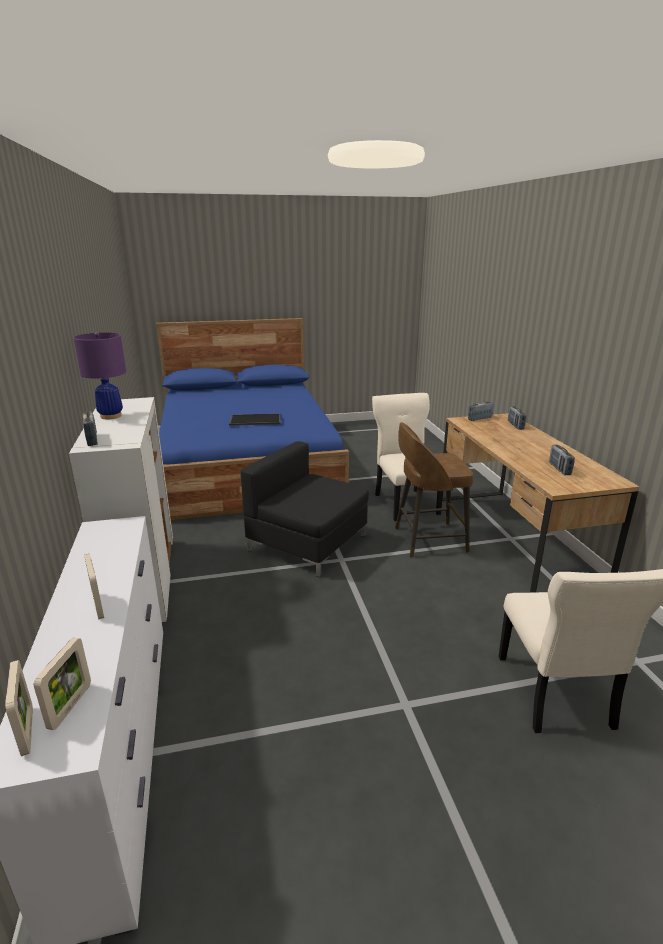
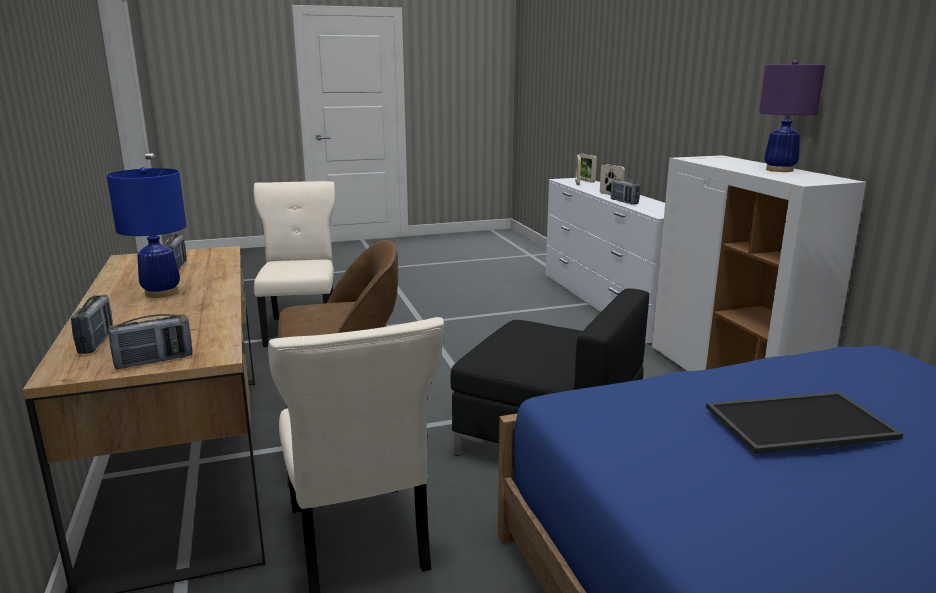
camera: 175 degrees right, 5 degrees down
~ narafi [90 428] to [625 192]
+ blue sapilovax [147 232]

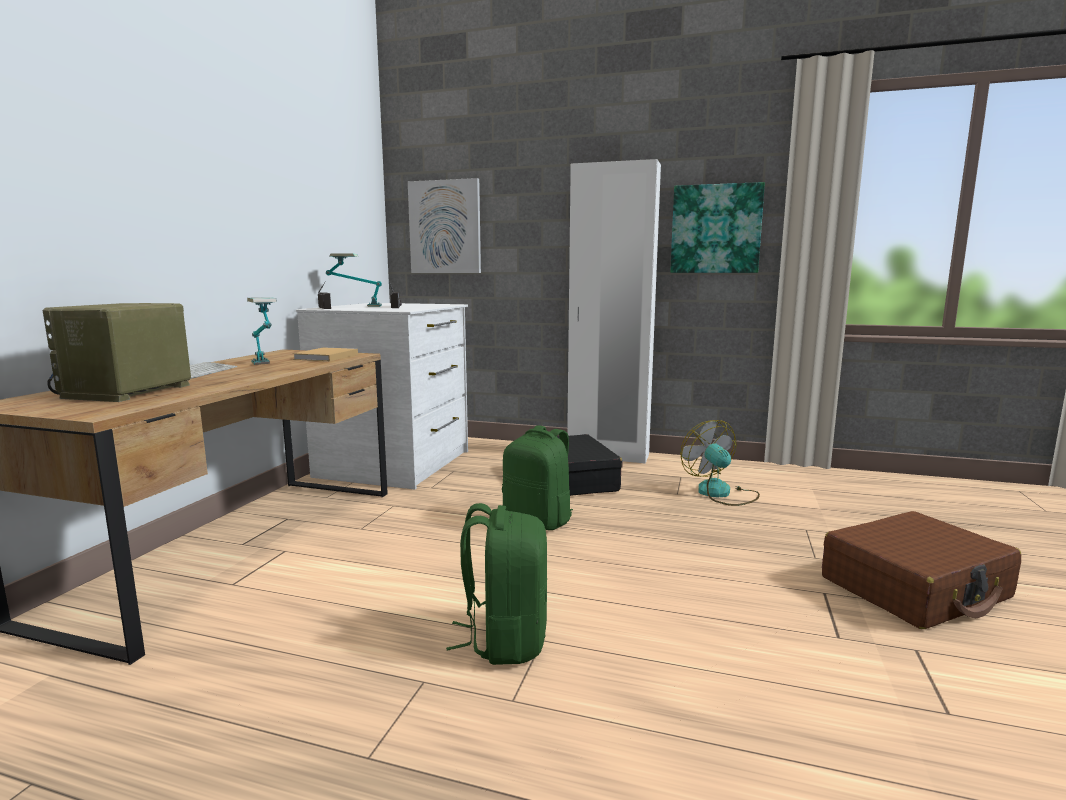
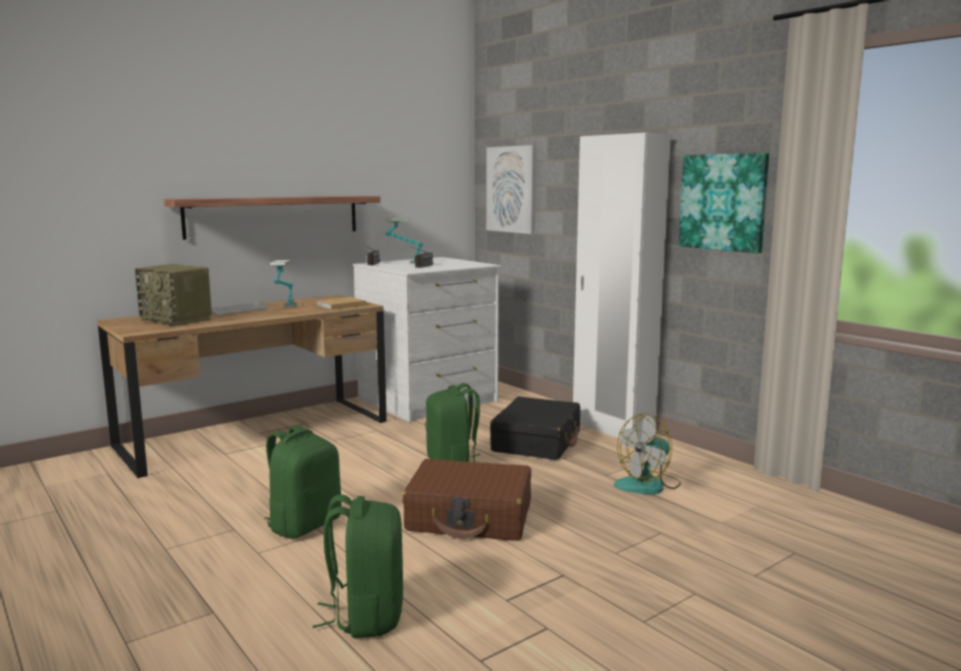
camera: 35 degrees right, 0 degrees up
~ narafi [117 352] = [173 295] 105 degrees counterclockwise
~ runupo [720 463] = [647 453] 135 degrees counterclockwise
~ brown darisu [921 570] to [466 500]
+ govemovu [272 218]
+ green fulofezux [358 566]

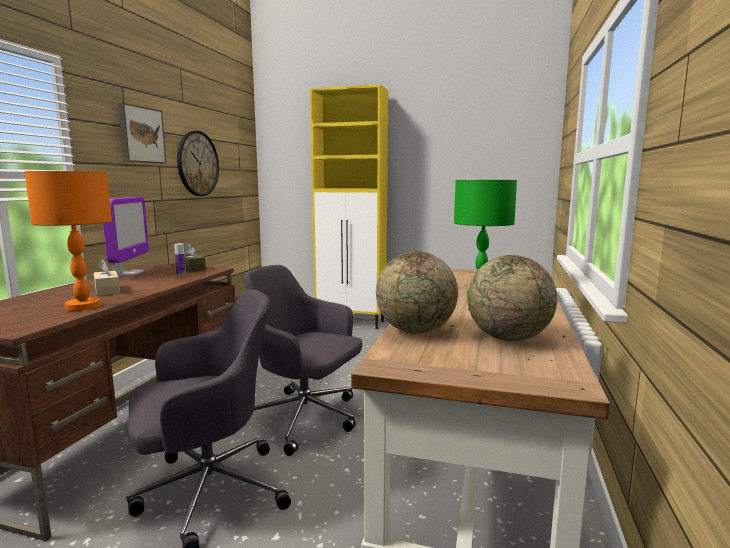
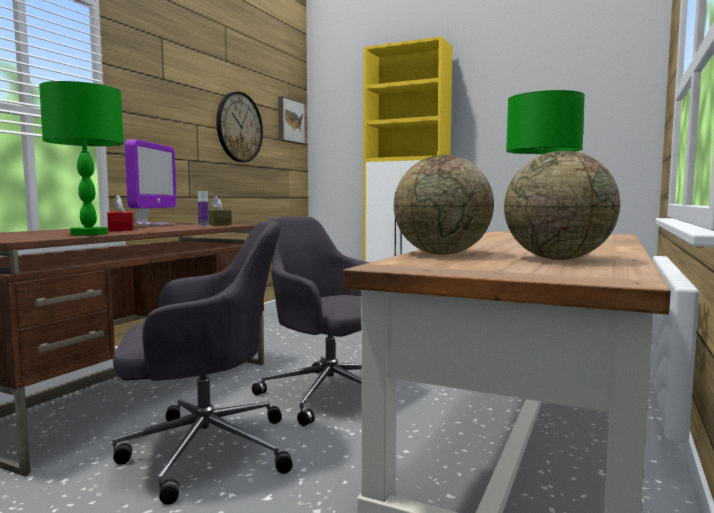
camera: 10 degrees right, 5 degrees down
~ orange sapilovax [68 241] to green sapilovax [81 158]
~ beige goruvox [107 277] to red goruvox [120 213]
~ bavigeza [142 133] to [292 120]

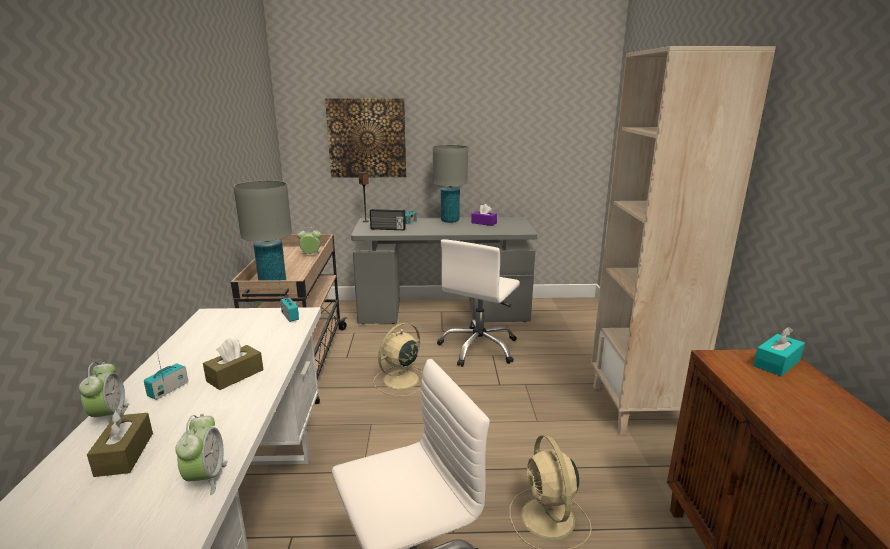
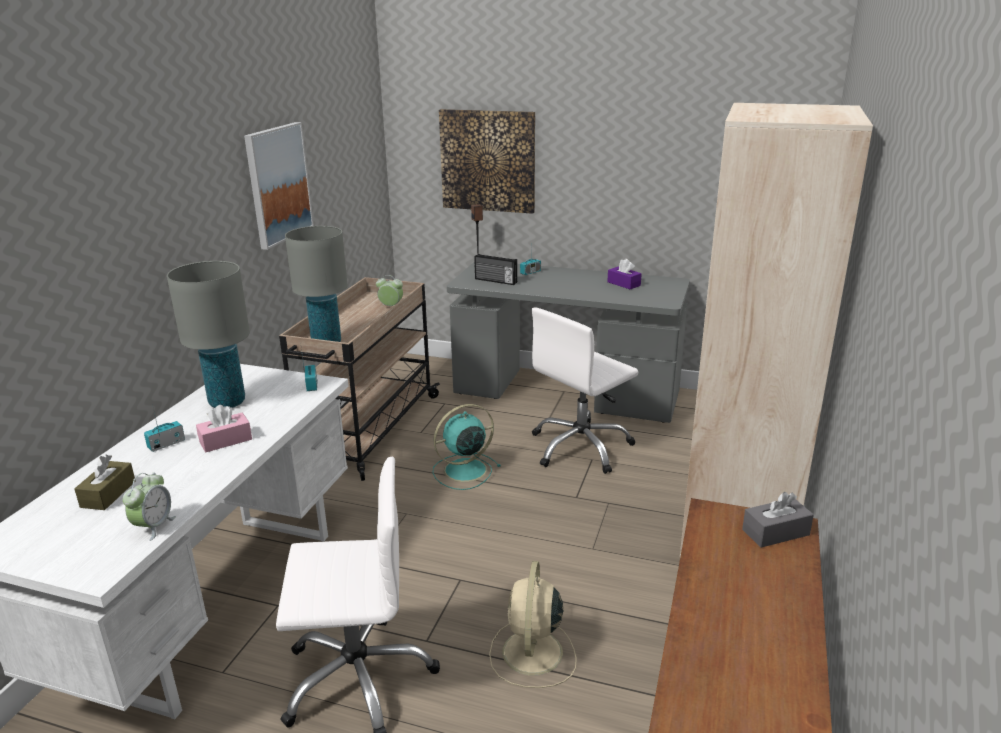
camera: 20 degrees right, 5 degrees up
- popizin [104 390]
~ brown goruvox [233 364] to pink goruvox [224 428]
~ beige runupo [398 359] to turquoise runupo [466 447]
~ grey sapilovax [450 184] to [208 334]
~ turquoise goruvox [779 351] to grey goruvox [778 520]
+ bavigeza [279 186]

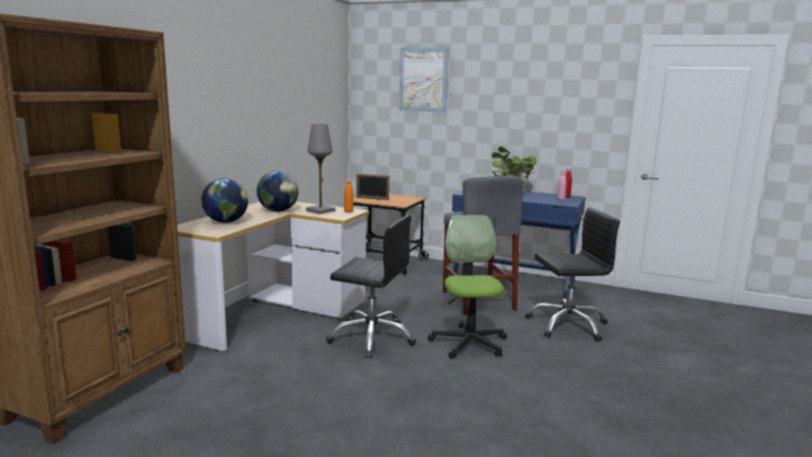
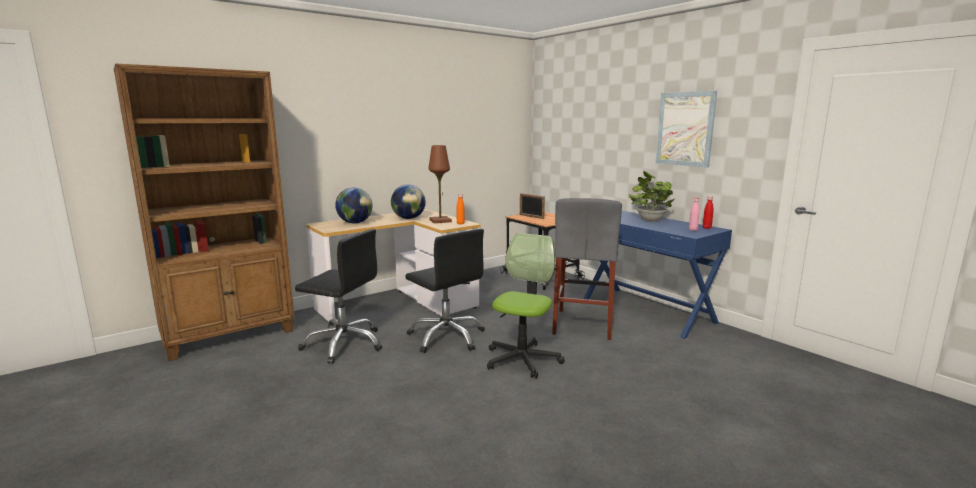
camera: 30 degrees right, 0 degrees up
~ grey sapilovax [320 169] to brown sapilovax [440 184]
~ bavigeza [424 79] to [686 129]
~ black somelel [572 274] to [338 296]

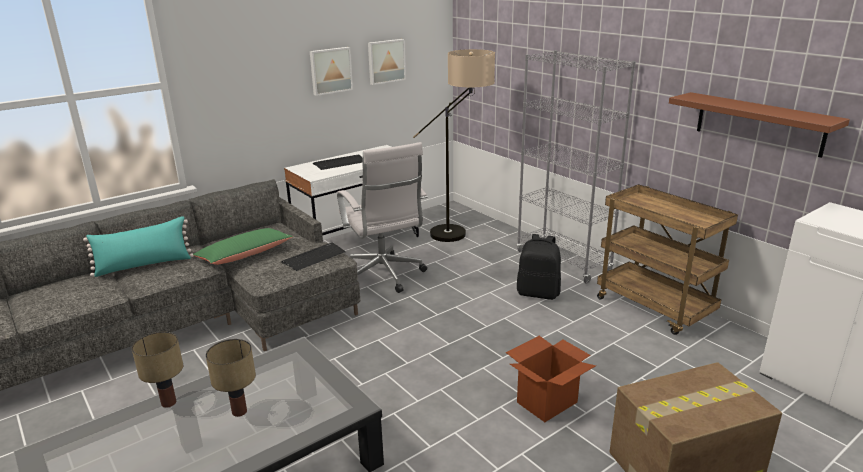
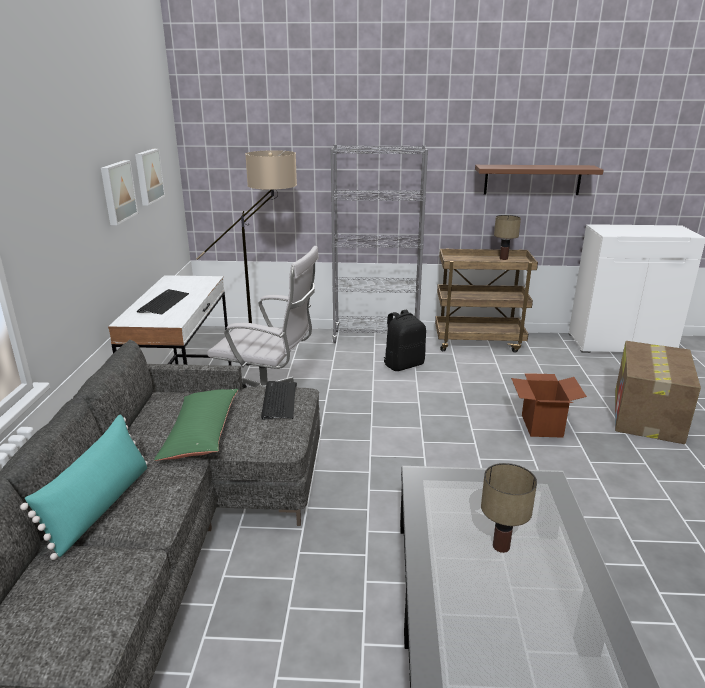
camera: 50 degrees left, 0 degrees up
~ sapilovax [157 370] to [507 237]

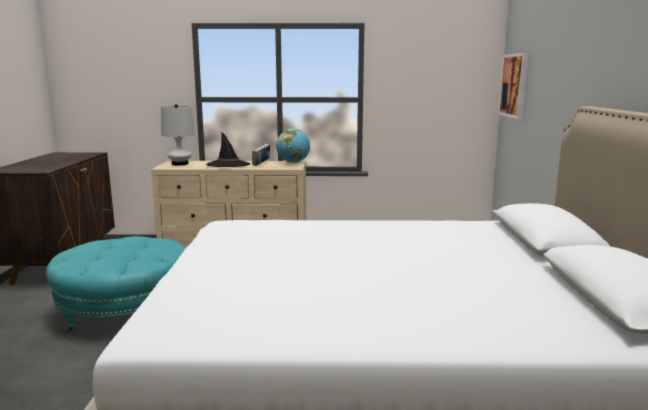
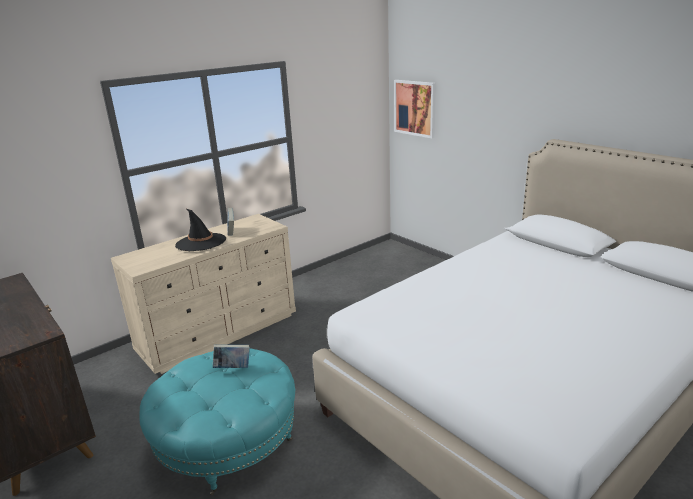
camera: 40 degrees left, 10 degrees up
- white sapilovax [178 134]
- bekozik [293 145]
+ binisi [231 356]

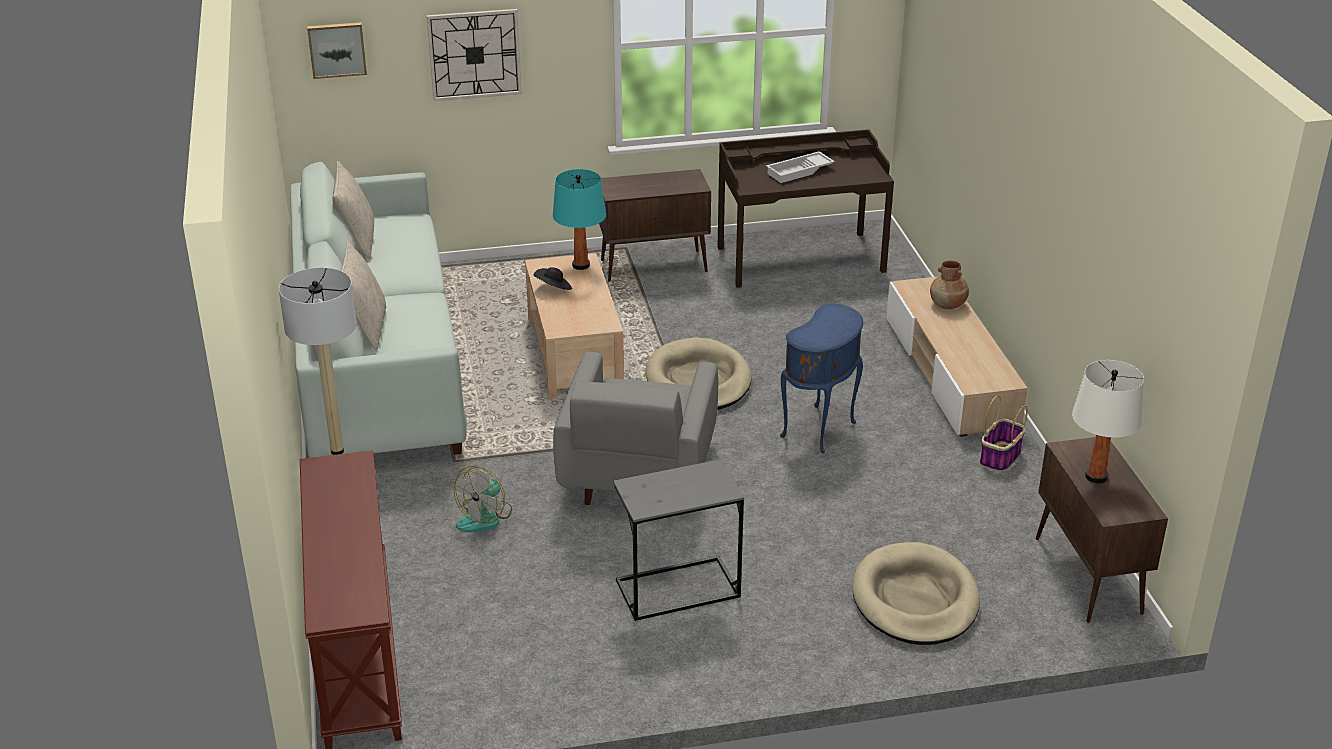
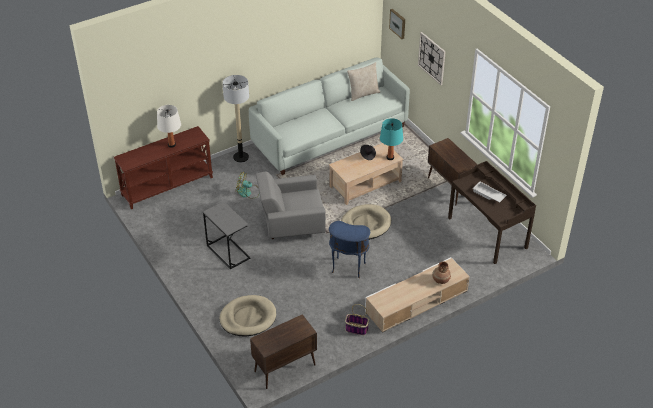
camera: 70 degrees right, 10 degrees up
- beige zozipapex [363 296]
~ white sapilovax [1108 421] to [169 126]

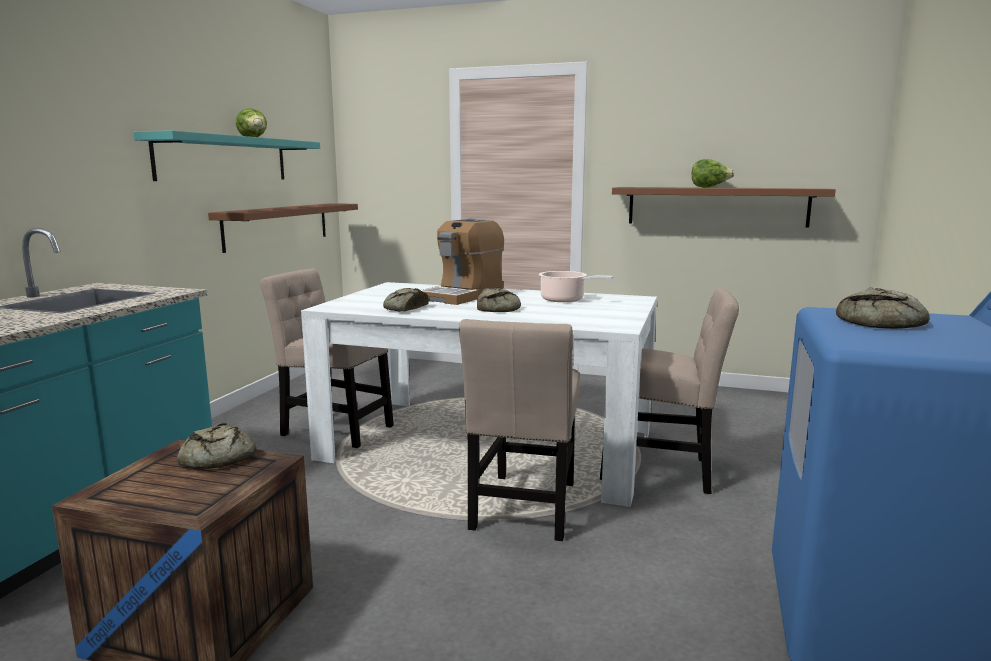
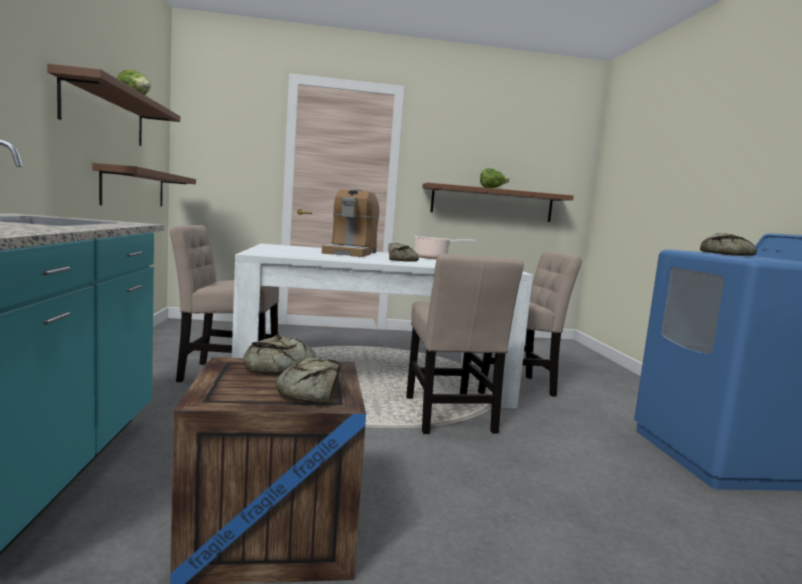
camera: 25 degrees left, 5 degrees down
~ turquoise govemovu [226 155] to brown govemovu [113 105]
~ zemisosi [406 299] to [309 380]

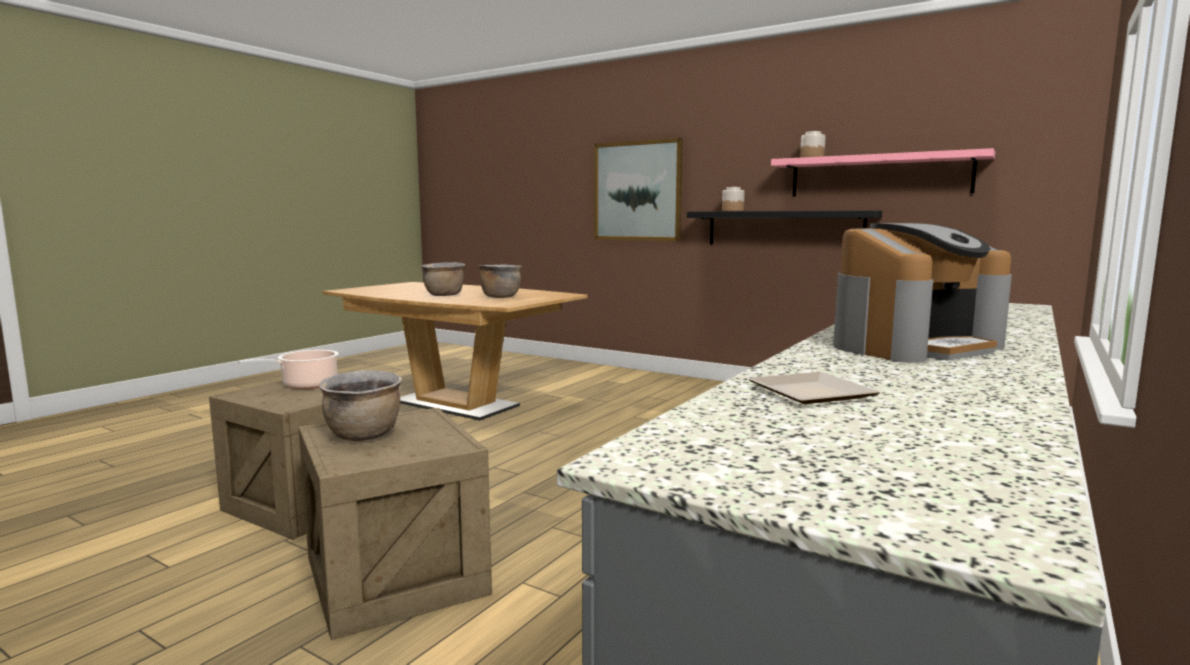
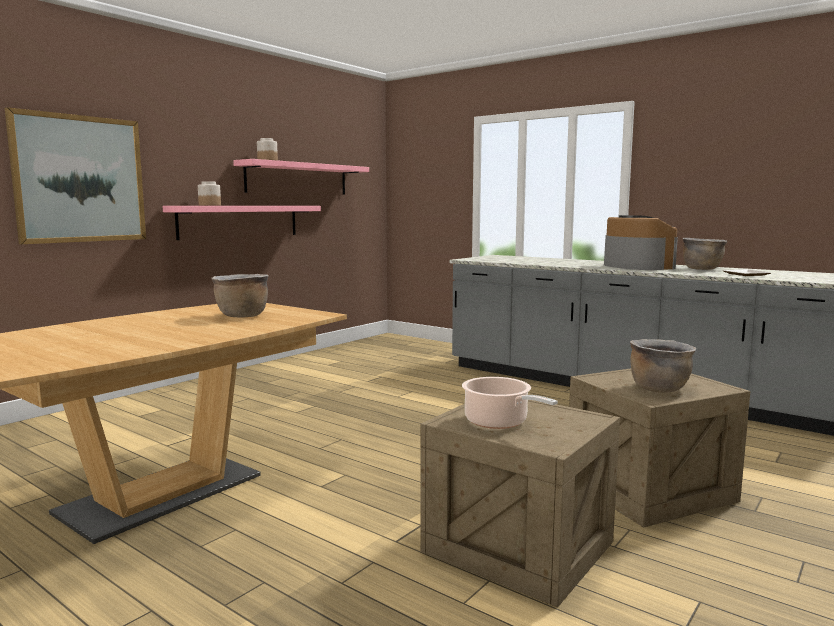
camera: 85 degrees left, 0 degrees up
~ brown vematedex [443 279] to [705 254]
~ black govemovu [784 228] to pink govemovu [242 223]

